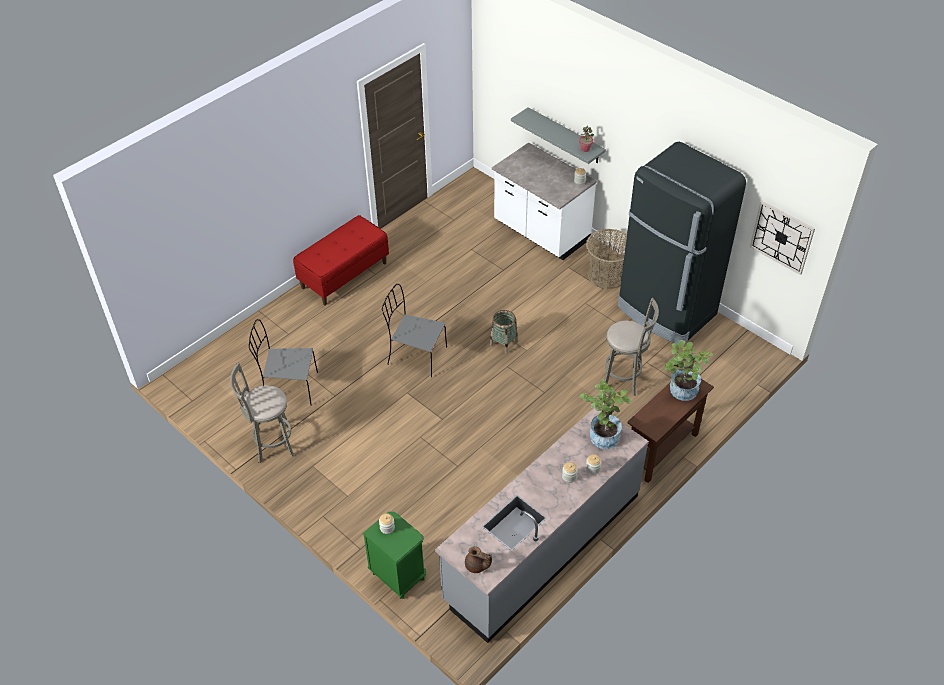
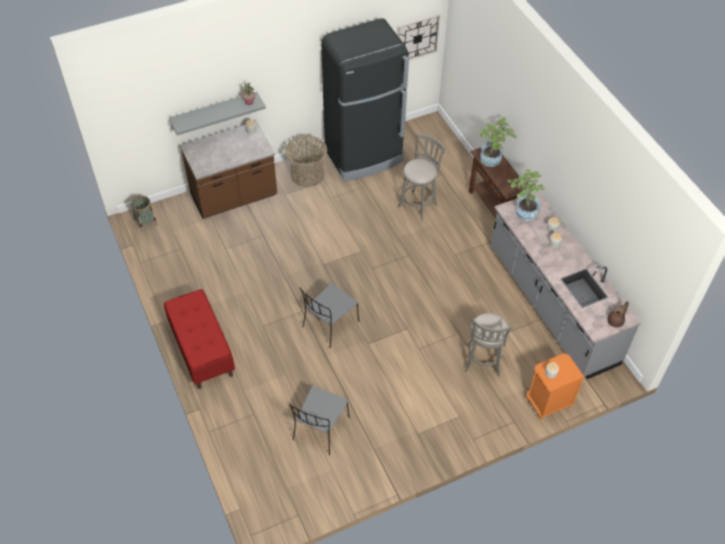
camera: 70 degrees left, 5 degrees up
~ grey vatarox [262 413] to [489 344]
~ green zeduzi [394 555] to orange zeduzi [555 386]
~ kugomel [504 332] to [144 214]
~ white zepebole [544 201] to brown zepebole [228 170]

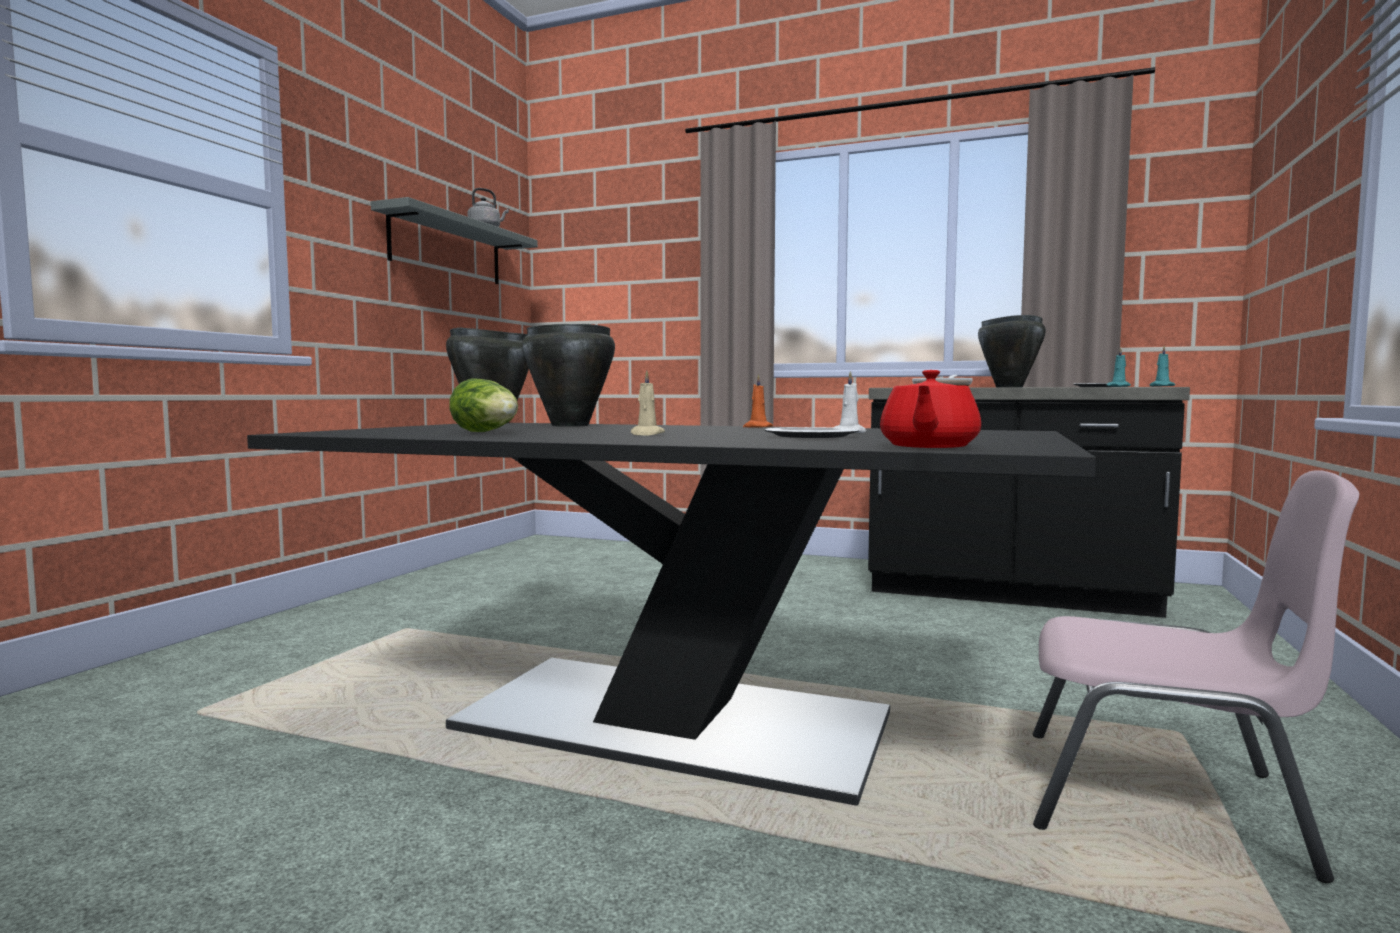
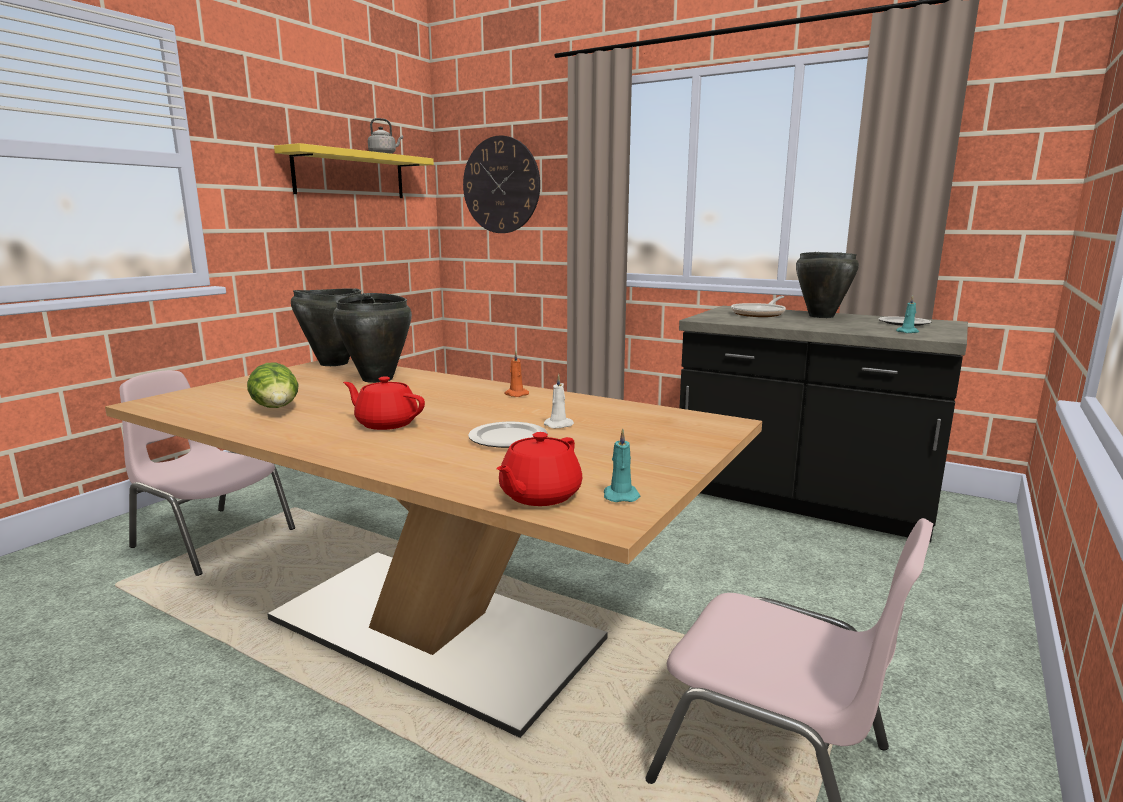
camera: 10 degrees right, 10 degrees up
~ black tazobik [671 614] to beige tazobik [433 548]
~ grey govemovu [454 240] to yellow govemovu [354 170]
~ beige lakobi [648 403] to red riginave [384 403]
~ turquoise lakobi [1163 366] to [622 465]
+ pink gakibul [207 473]
+ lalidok [501 184]

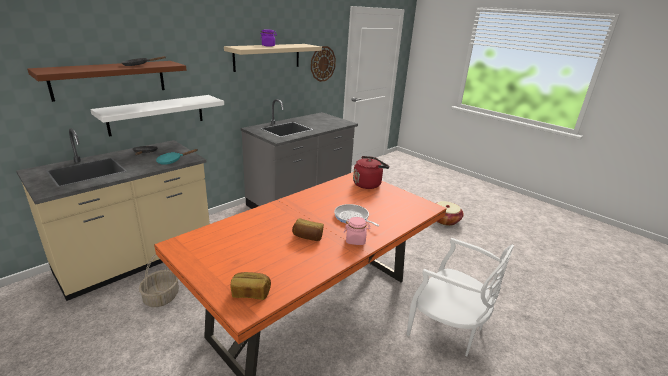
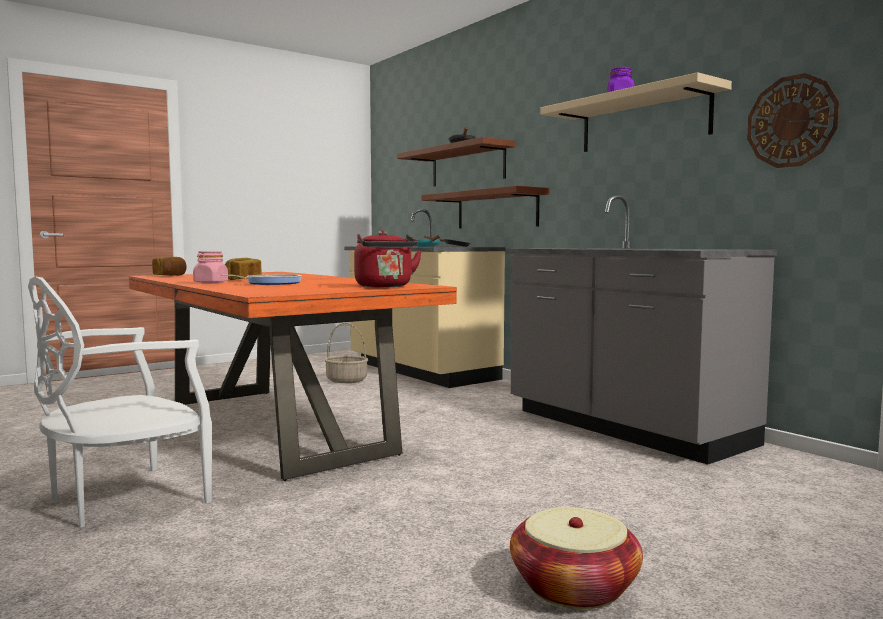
camera: 100 degrees right, 20 degrees down
~ white govemovu [157 115] to brown govemovu [486 207]

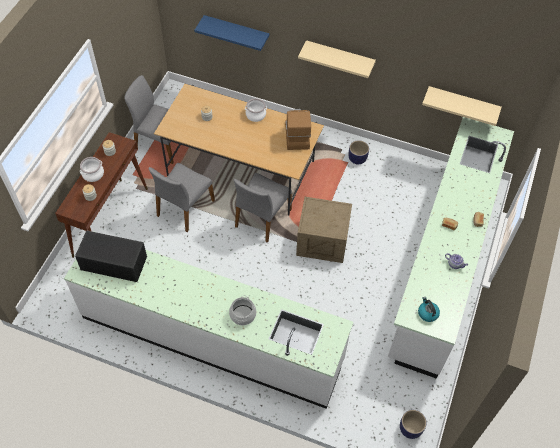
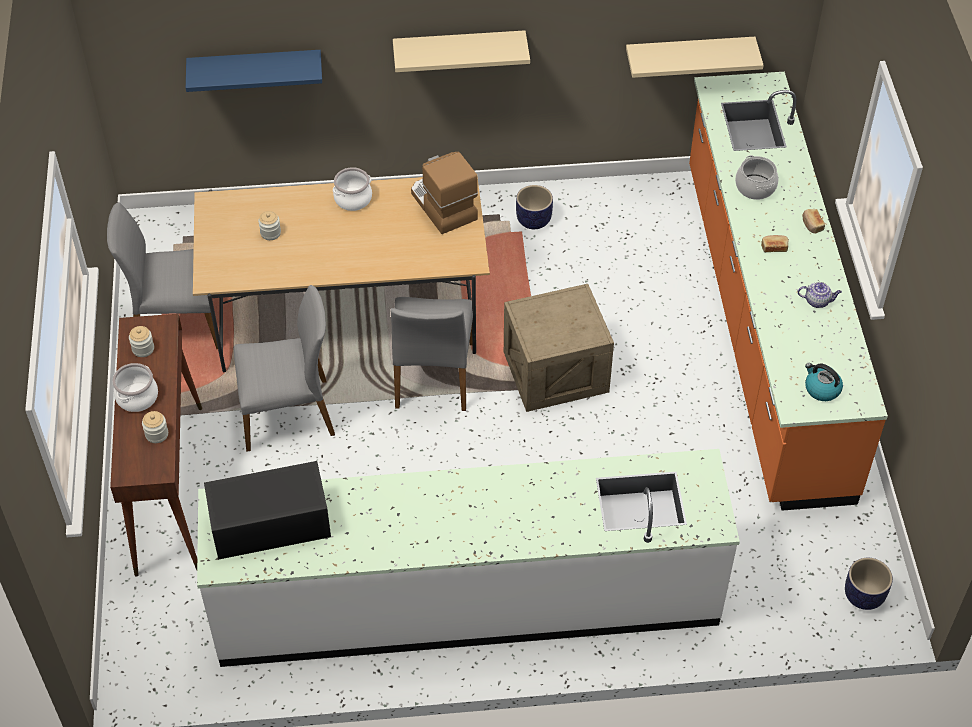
camera: 25 degrees left, 5 degrees down
~ grey gakibul [181 197] = [284 368] 105 degrees counterclockwise
~ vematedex [242 310] to [756 177]
~ white zepebole [451 247] to orange zepebole [788 291]

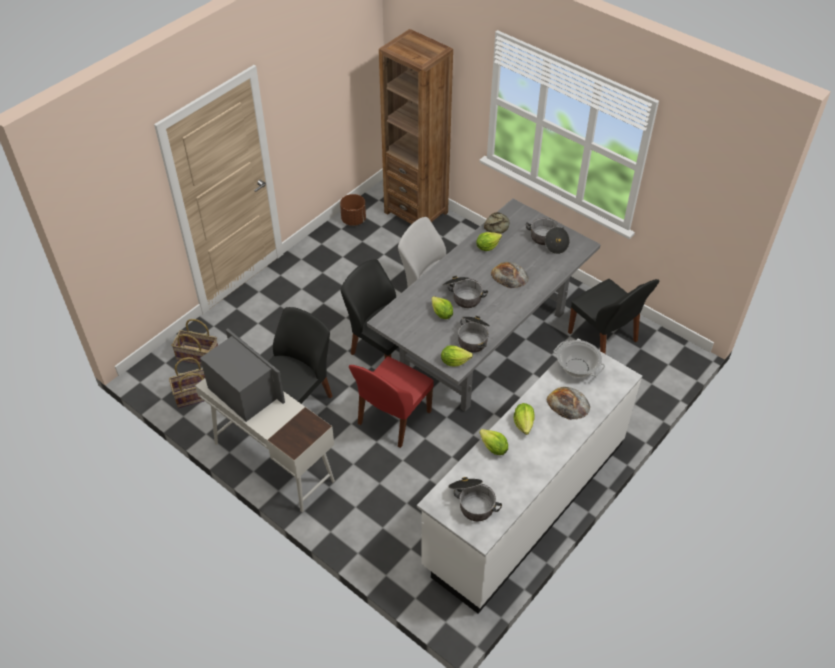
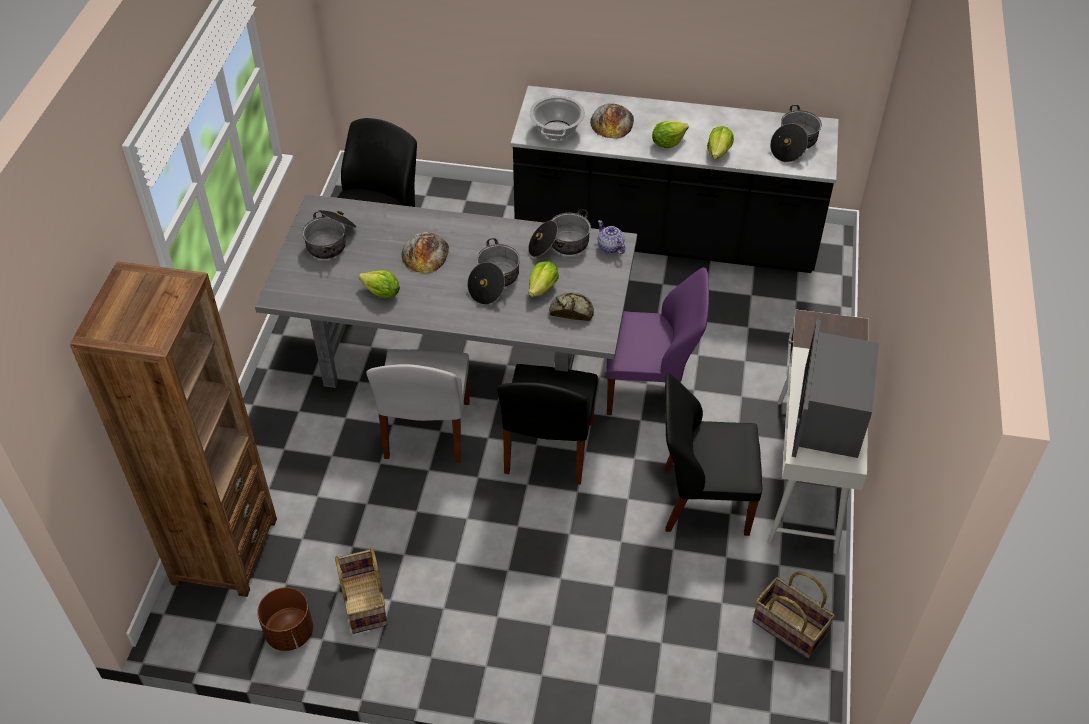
camera: 120 degrees left, 0 degrees up
~ kugomel [194 342] to [361 590]
~ red gakibul [391 402] to purple gakibul [658 341]
~ white zepebole [529 476] to black zepebole [674 179]
~ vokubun [457 355] to riginave [611 237]
~ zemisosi [496 222] to [571 307]

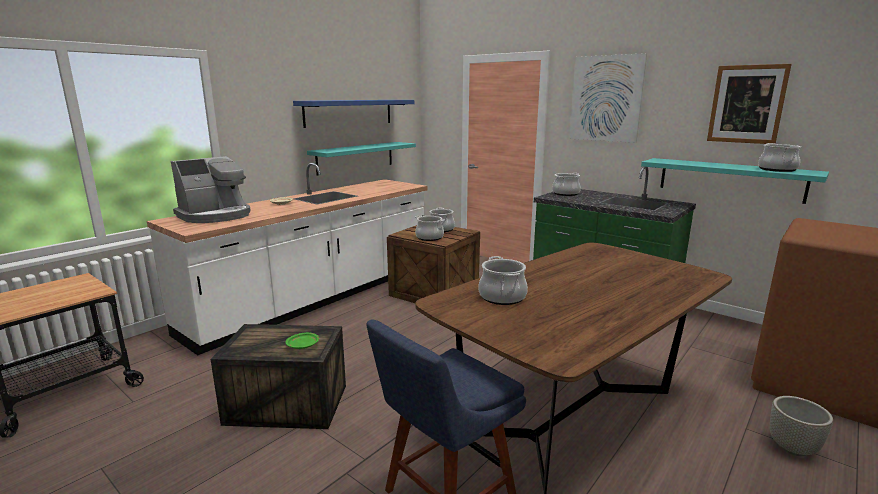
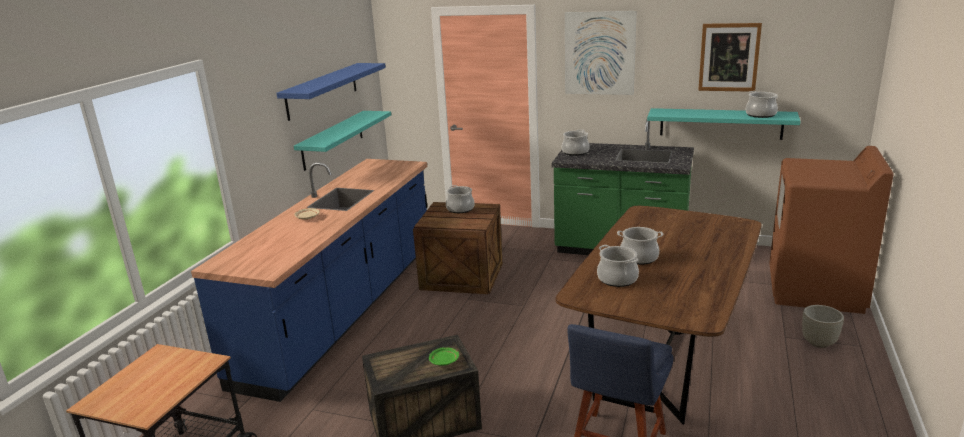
camera: 20 degrees left, 5 degrees up
~ white zepebole [287 259] to blue zepebole [309 280]
- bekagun [210 189]
~ vematedex [430 228] to [640 246]

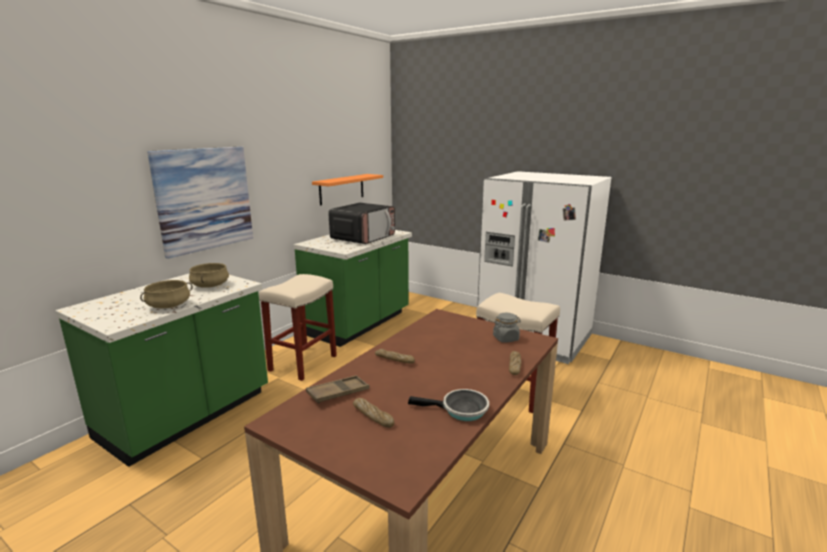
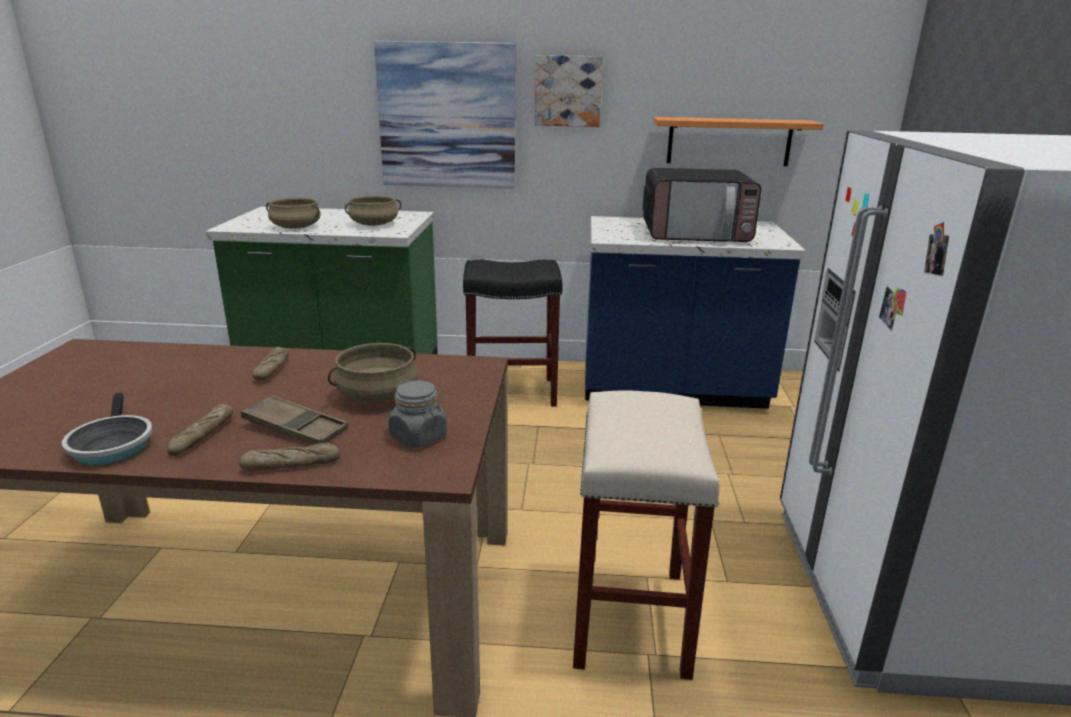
camera: 60 degrees right, 5 degrees up
~ beige vatarox [298 327] to black vatarox [513 333]
~ green zepebole [353 288] to blue zepebole [695 312]
~ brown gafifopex [337 389] to [294 420]
~ zemisosi [373 413] to [200 430]
+ beige vematedex [373 373]
+ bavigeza [569 91]

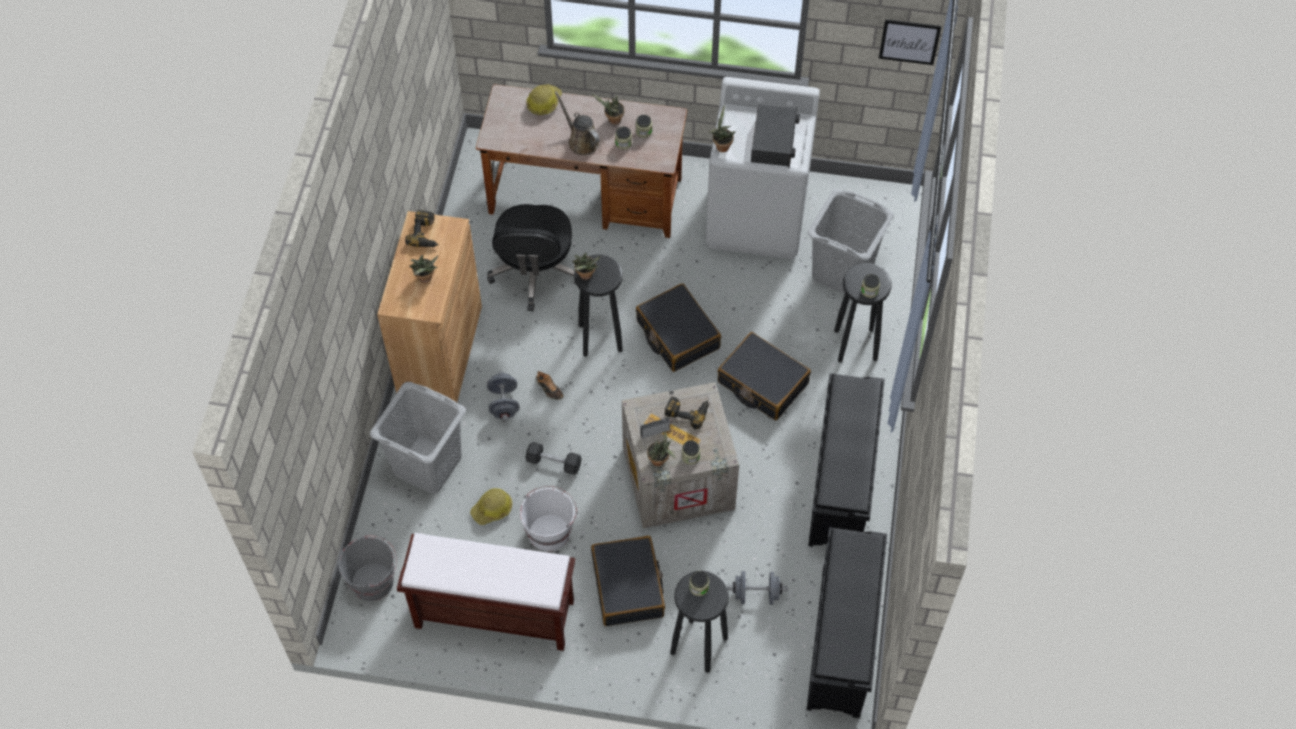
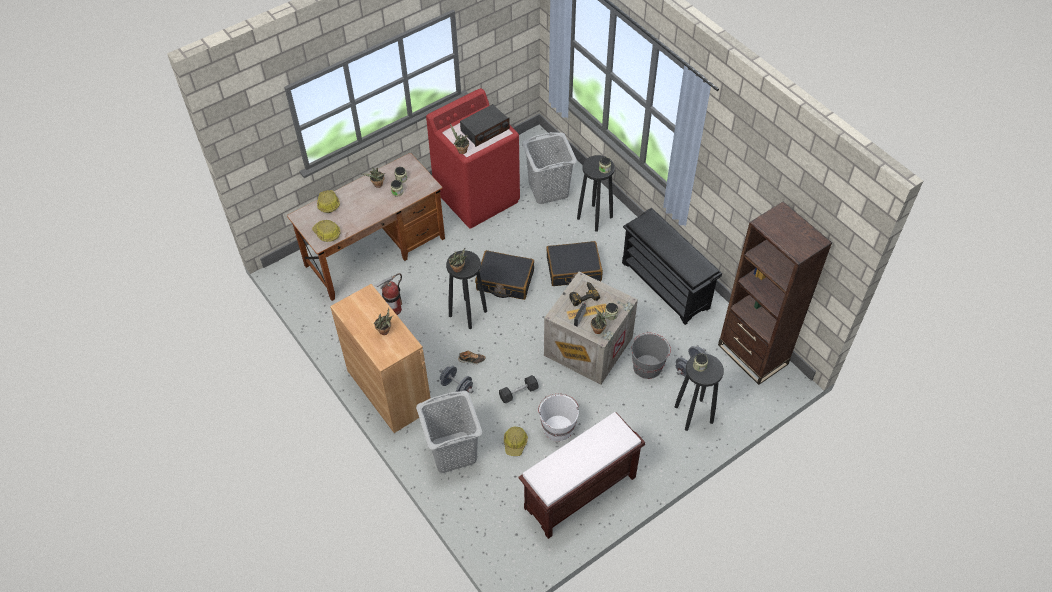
camera: 45 degrees left, 5 degrees down
~ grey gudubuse [367 568] to [651 356]
- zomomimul [422 228]
~ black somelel [531 257] to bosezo [388 294]
- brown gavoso [577 123]
- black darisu [628 581]
~ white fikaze [763 168] to red fikaze [473 158]
~ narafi [775 136] = [485 125] 90 degrees clockwise
~ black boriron [847 622] to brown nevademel [775 293]
- bavigeza [910 42]
+ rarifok [326 231]

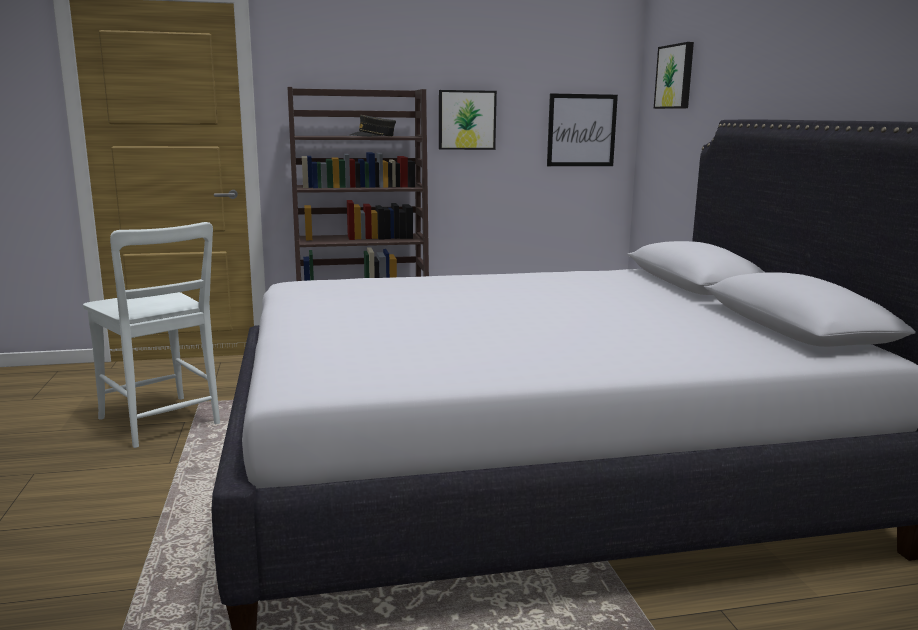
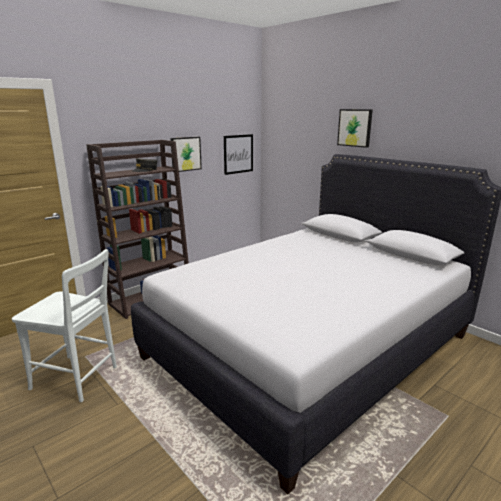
camera: 30 degrees left, 5 degrees up
~ bavigeza [674 75] to [355 128]

